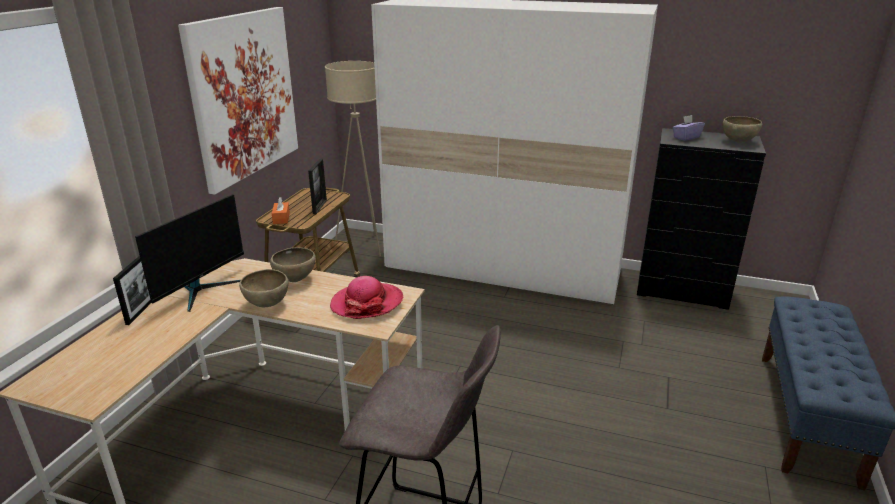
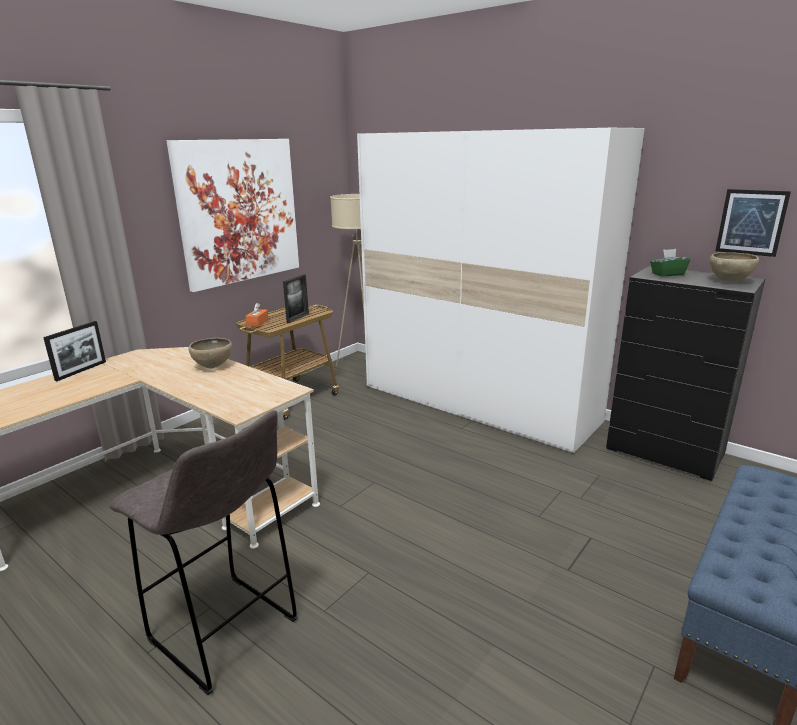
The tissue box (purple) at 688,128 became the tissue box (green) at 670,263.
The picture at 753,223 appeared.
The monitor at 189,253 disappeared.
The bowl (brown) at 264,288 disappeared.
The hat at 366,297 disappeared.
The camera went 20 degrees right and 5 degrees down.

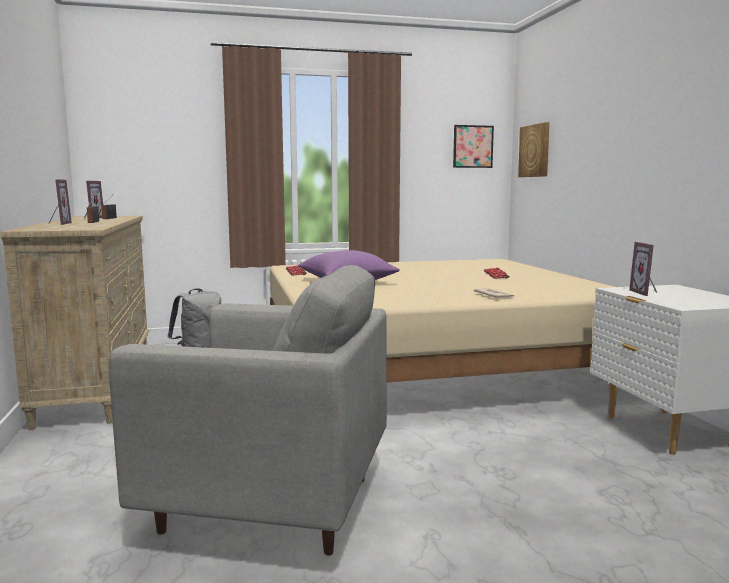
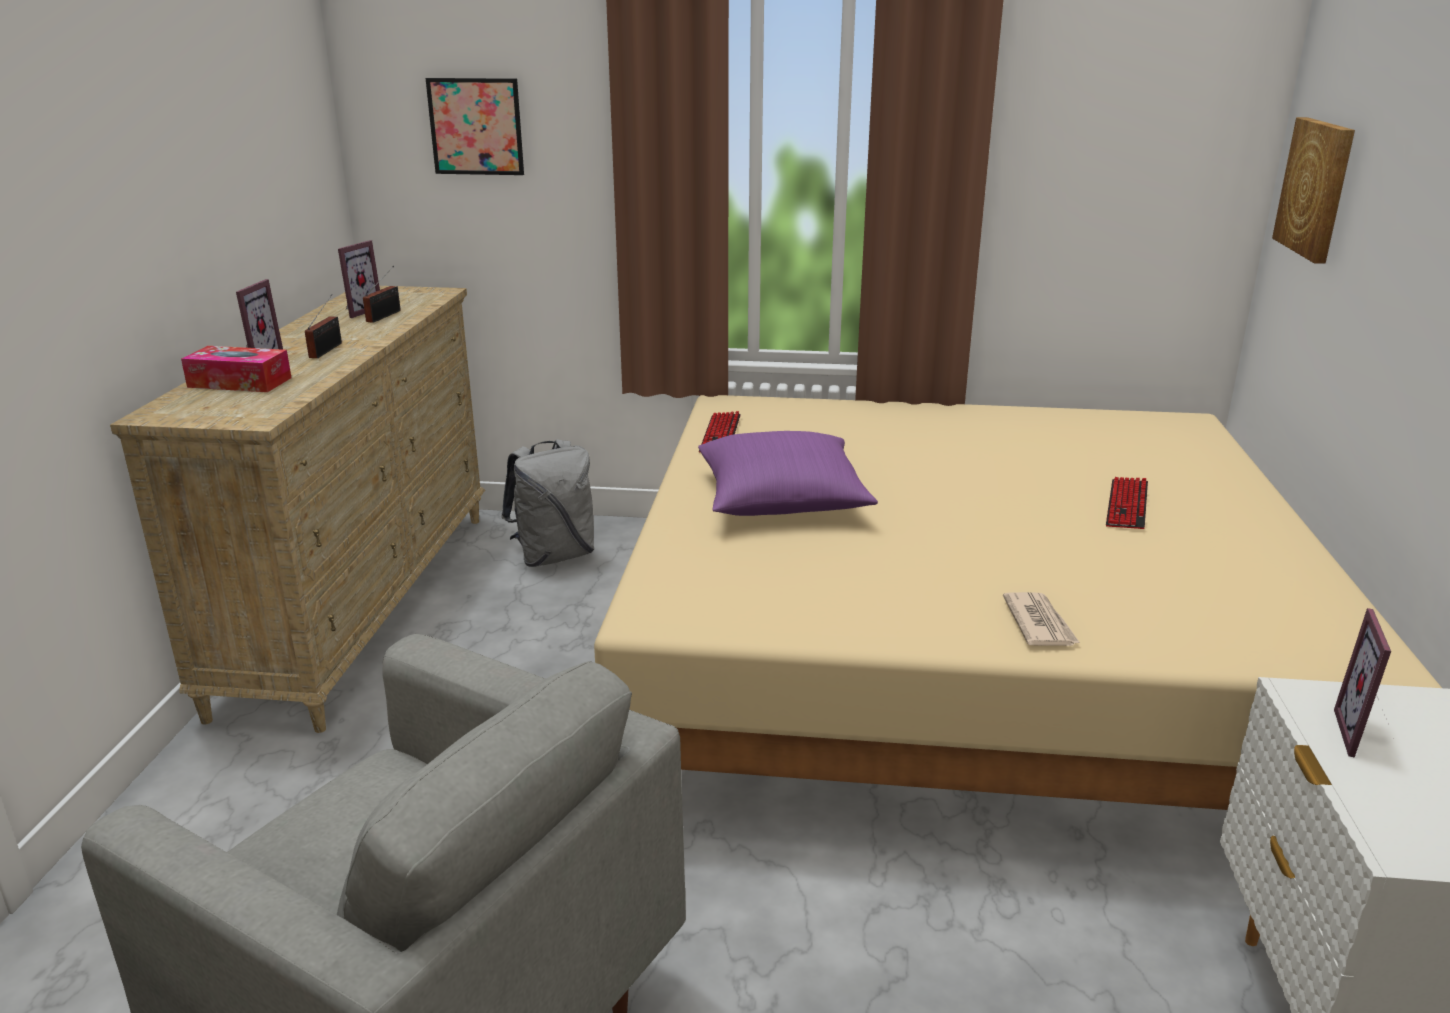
The tissue box at 236,369 appeared.
The picture moved from 473,146 to 474,126.
The camera went 20 degrees right and 15 degrees up.

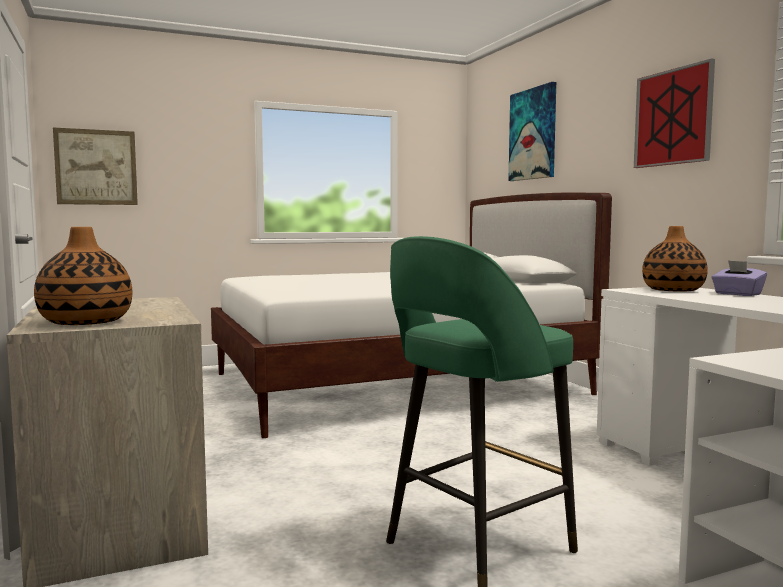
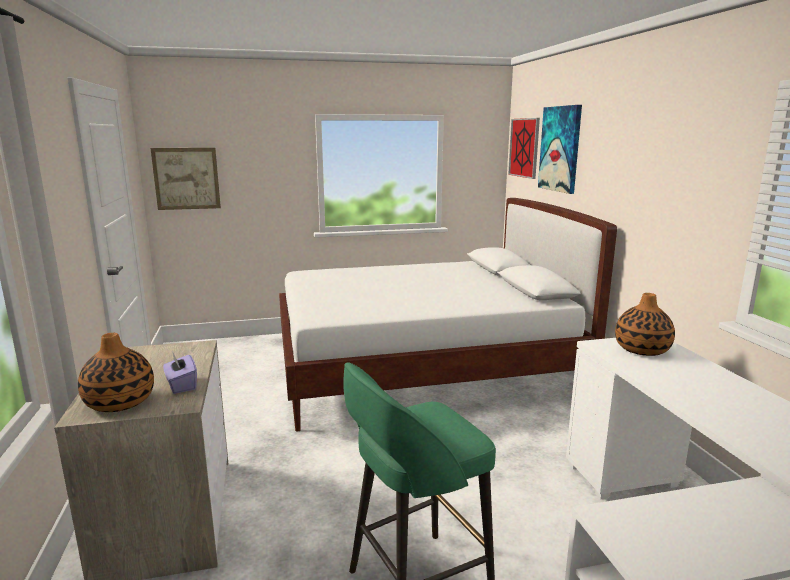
The tissue box (purple) moved from 739,278 to 180,373.
The picture moved from 674,113 to 524,148.
The camera went 10 degrees right and 10 degrees up.

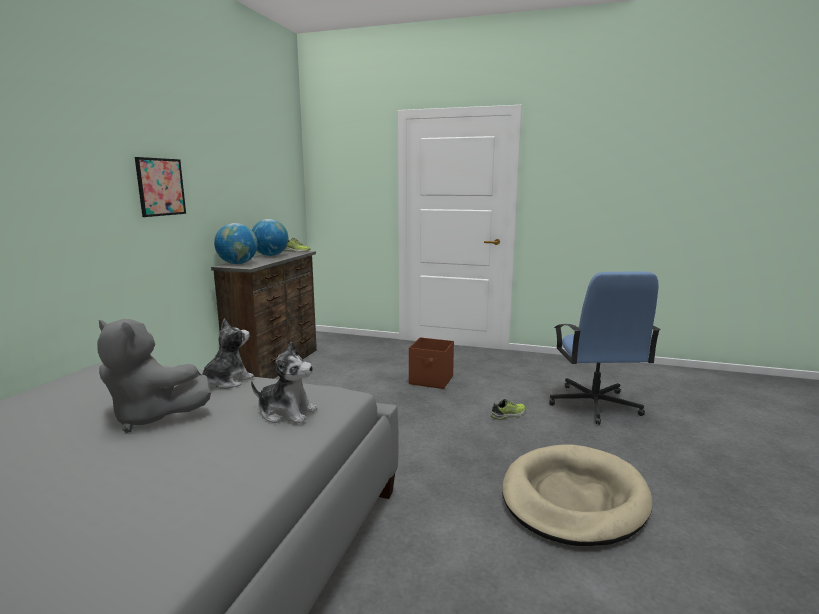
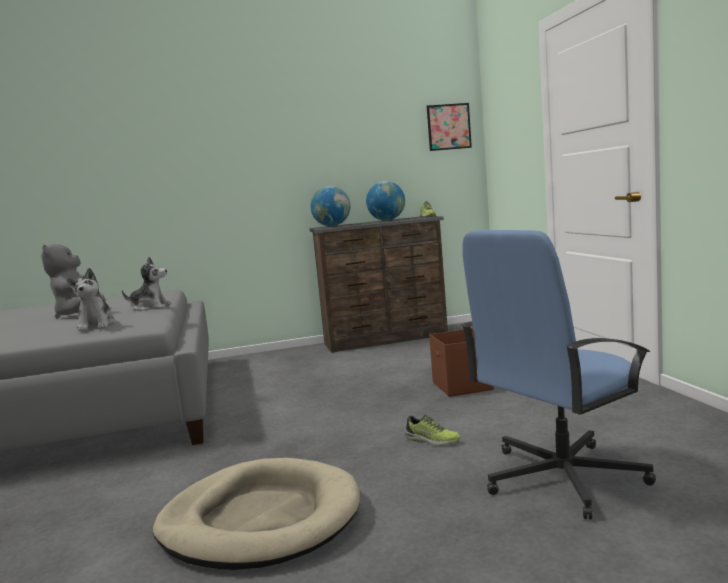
The picture moved from 160,187 to 449,127.
The camera went 60 degrees right and 5 degrees down.

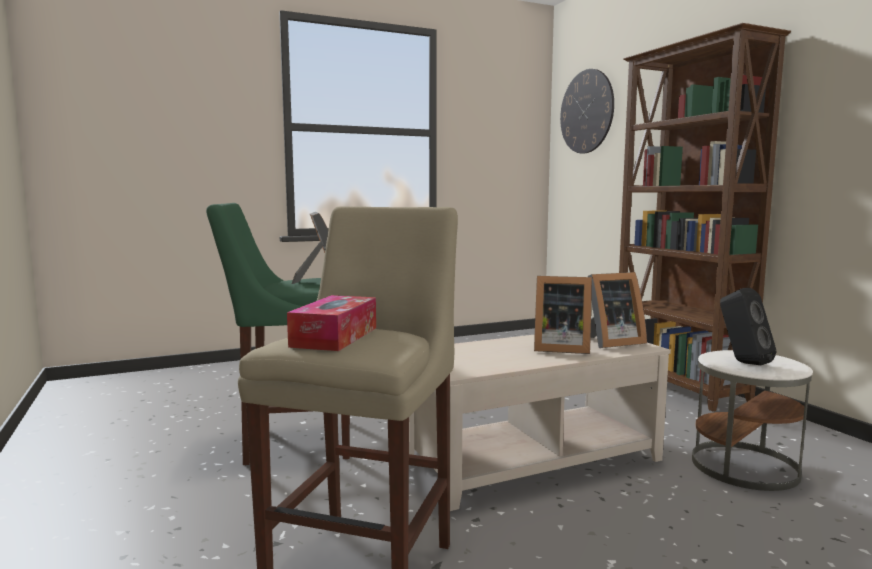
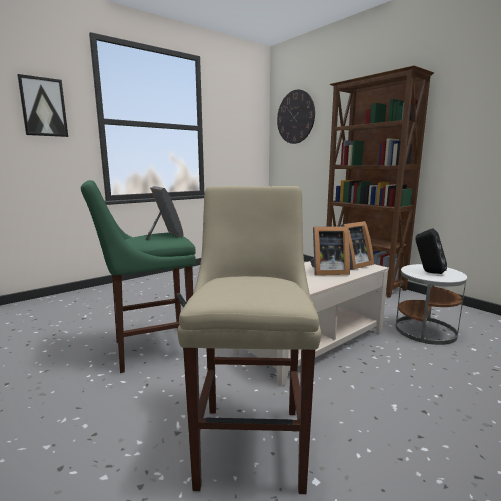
The picture at 42,105 appeared.
The tissue box at 331,323 disappeared.
The camera went 15 degrees left and 5 degrees up.

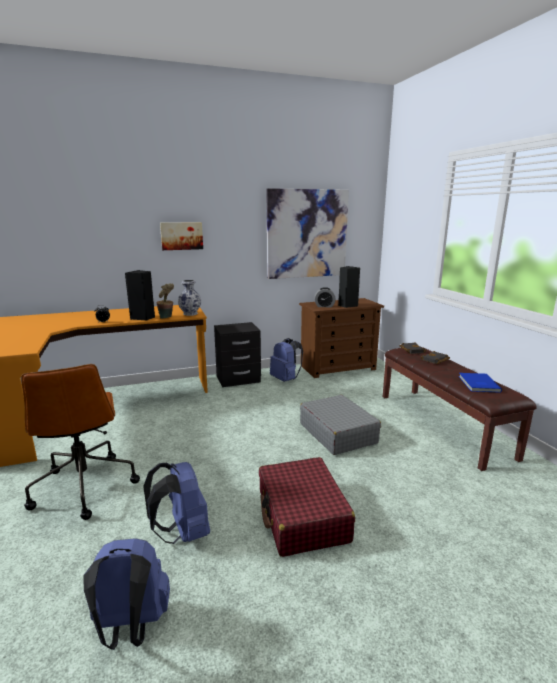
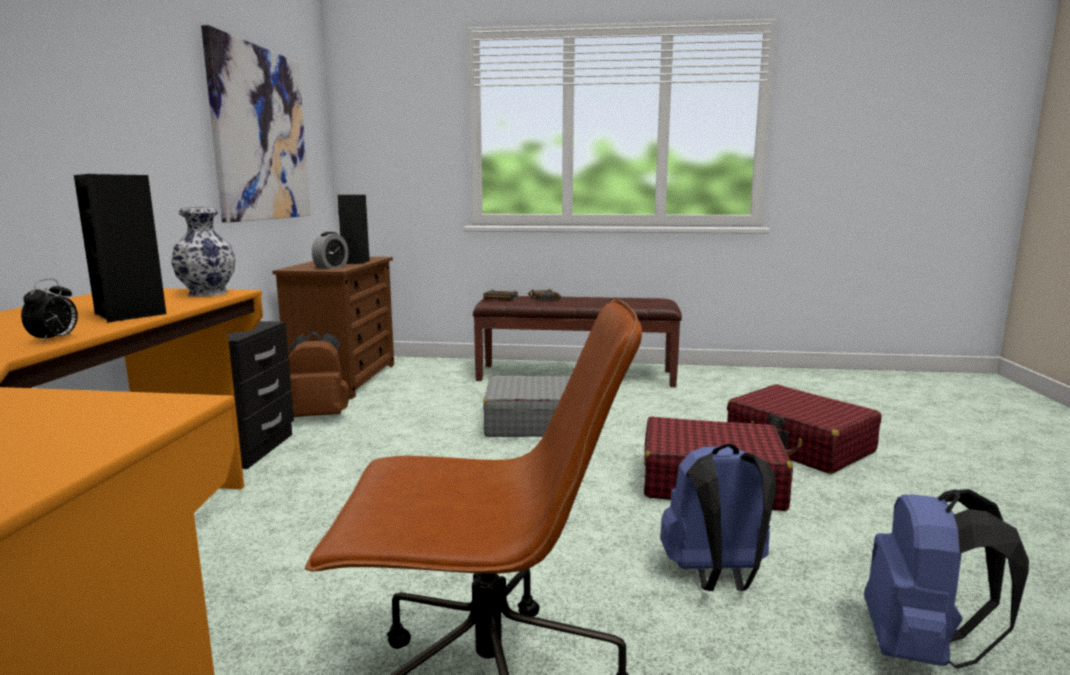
The backpack (blue) at 286,360 became the backpack (brown) at 319,374.
The suitcase (red) at 804,429 appeared.
The potted plant at 165,301 disappeared.
The picture at 181,236 disappeared.
The book (blue) at 480,383 disappeared.
The camera went 65 degrees left and 5 degrees down.

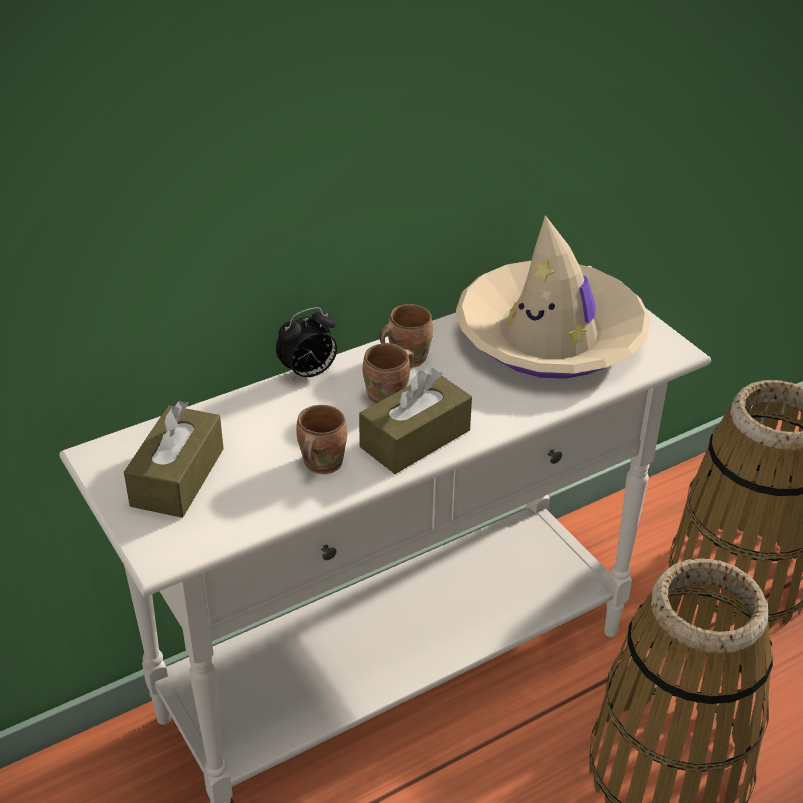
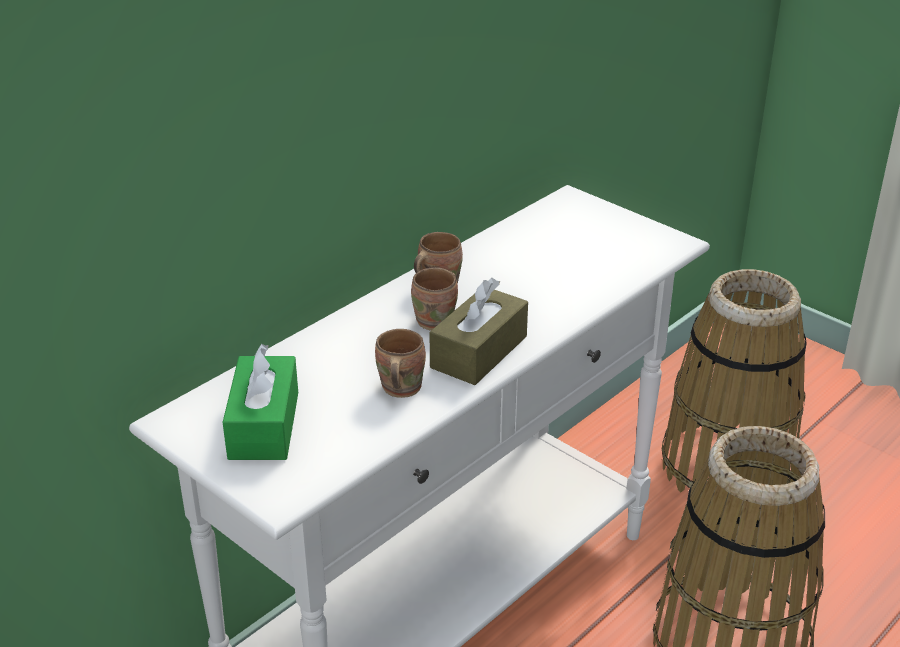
The tissue box (brown) at 174,459 became the tissue box (green) at 260,402.
The alarm clock at 306,344 disappeared.
The hat (beige) at 553,297 disappeared.
The camera went 15 degrees left and 5 degrees down.

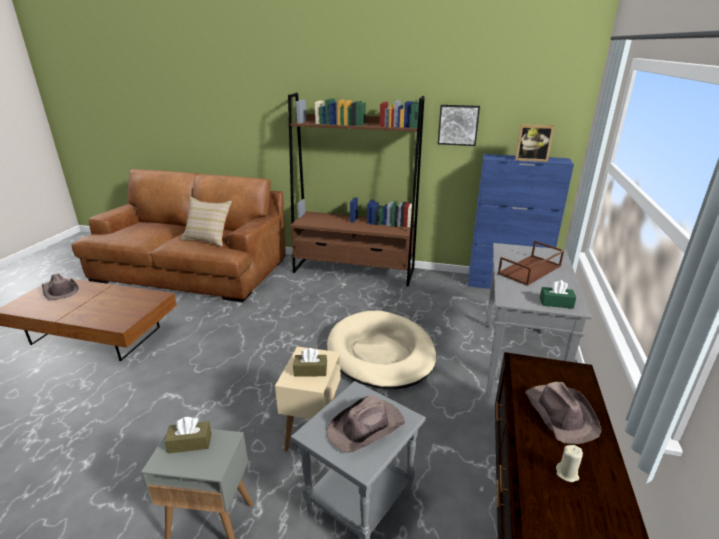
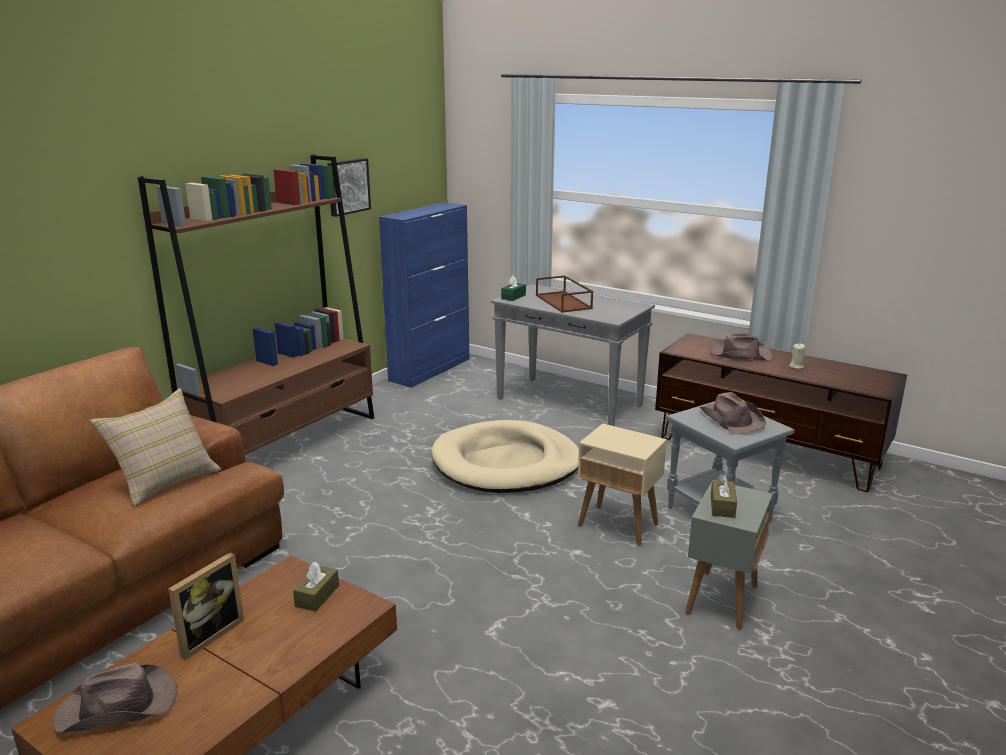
The picture frame moved from 534,143 to 206,606.
The tissue box (brown) moved from 310,362 to 316,587.
The tissue box (green) moved from 558,294 to 513,288.
The camera went 70 degrees left and 5 degrees down.

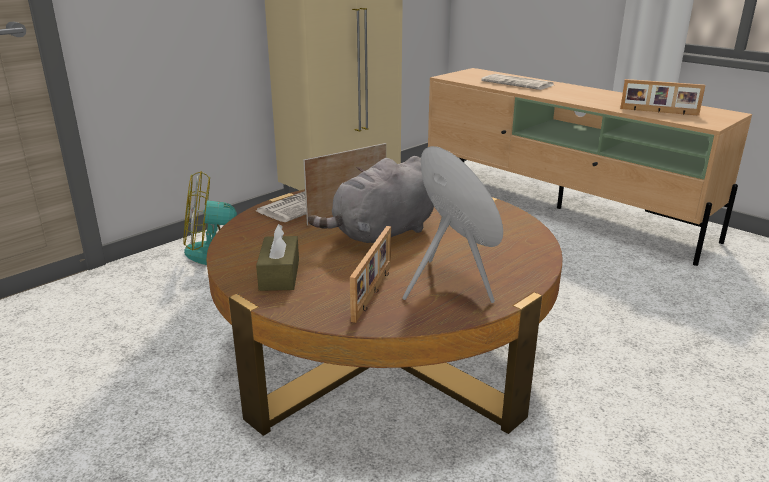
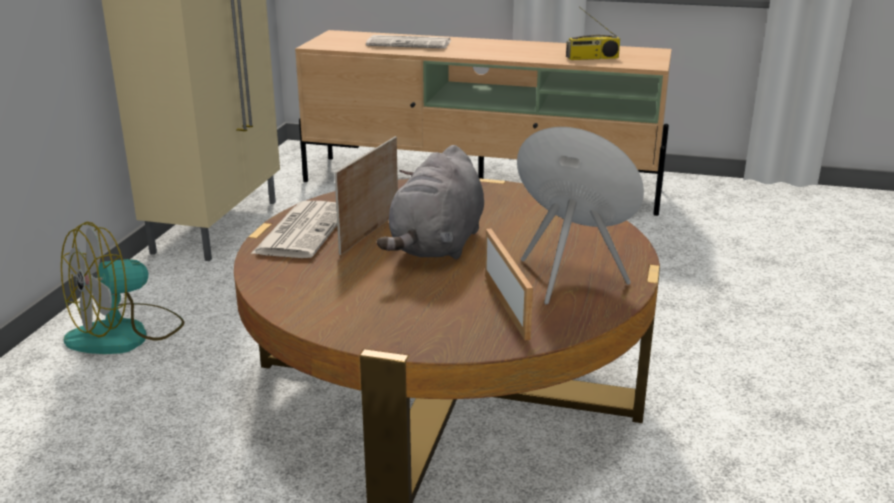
The picture frame at 662,97 was replaced by the radio at 593,33.
The tissue box (brown) at 277,257 disappeared.
The camera went 30 degrees left and 0 degrees up.

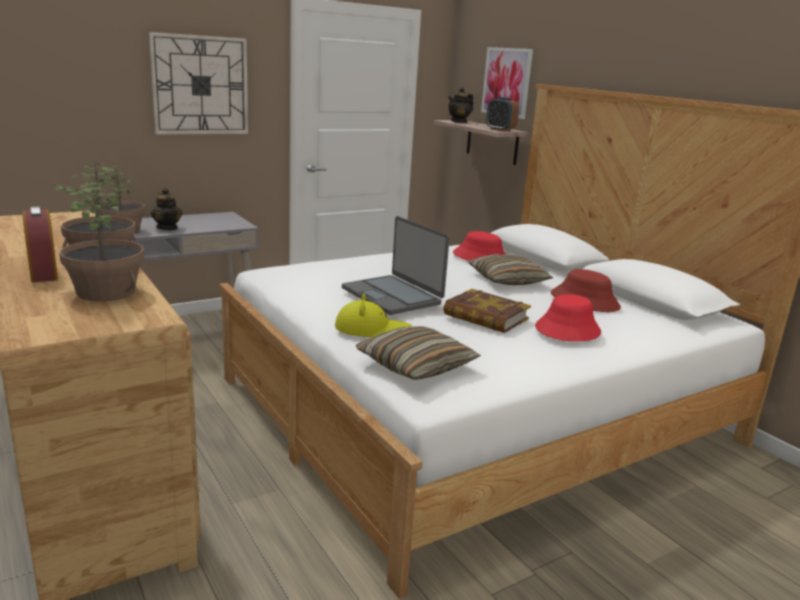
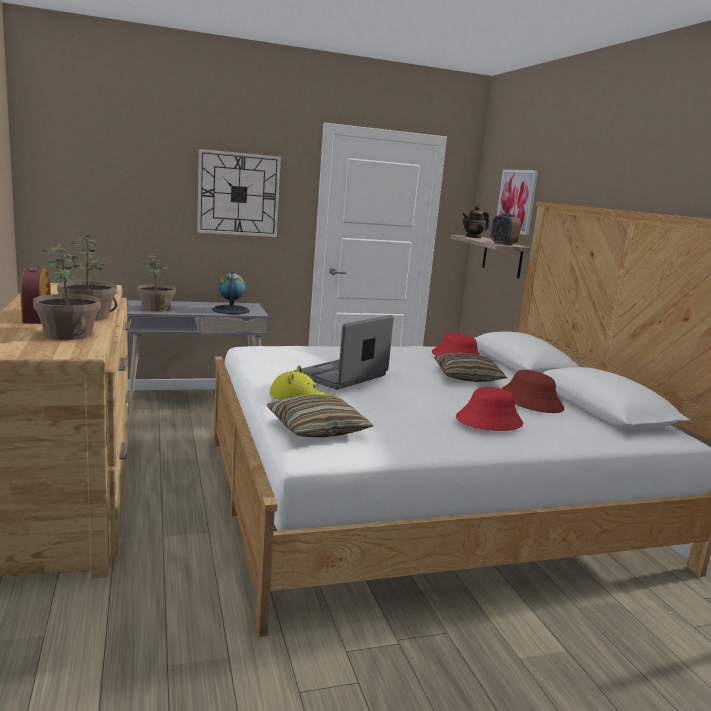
The globe at 231,293 appeared.
The laptop at 396,265 turned 60 degrees clockwise.
The teapot at 166,209 disappeared.
The book at 487,311 disappeared.
The camera went 15 degrees right and 5 degrees down.

